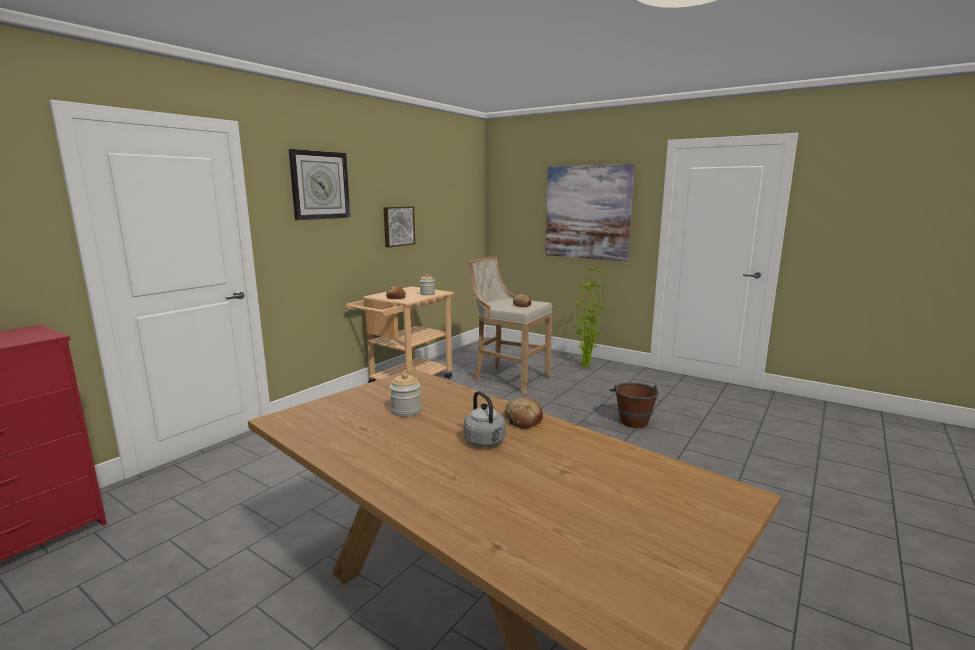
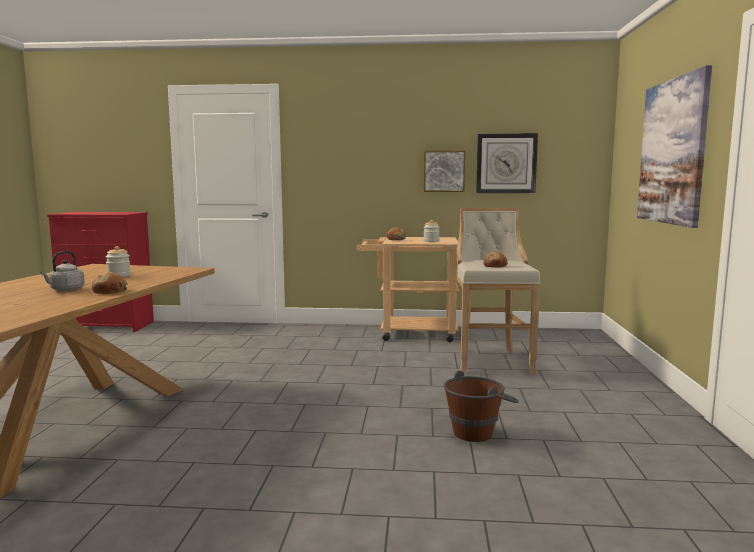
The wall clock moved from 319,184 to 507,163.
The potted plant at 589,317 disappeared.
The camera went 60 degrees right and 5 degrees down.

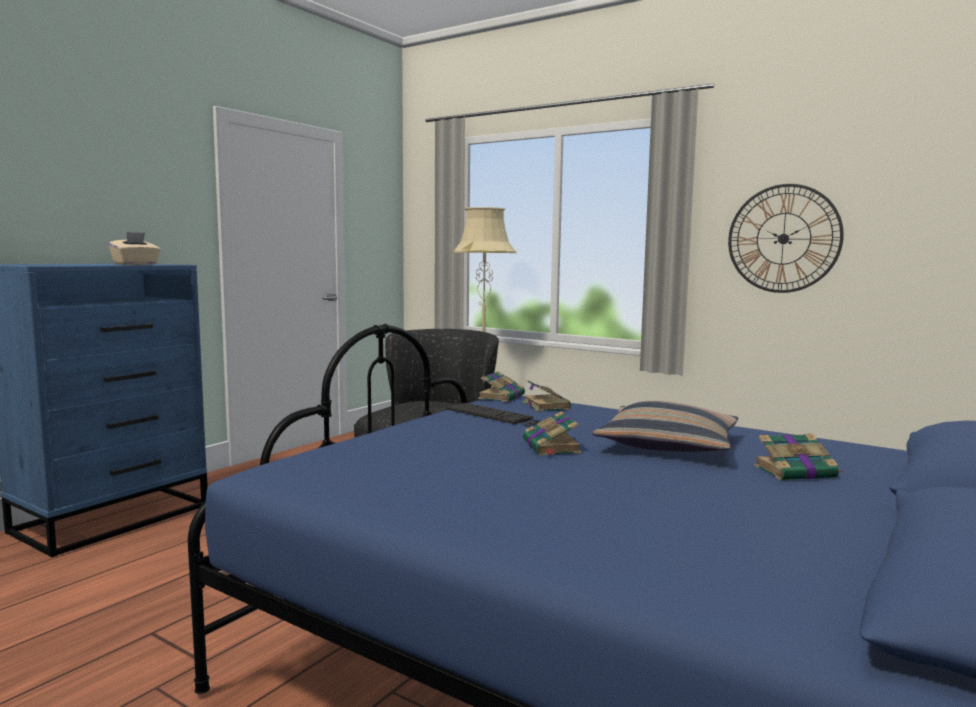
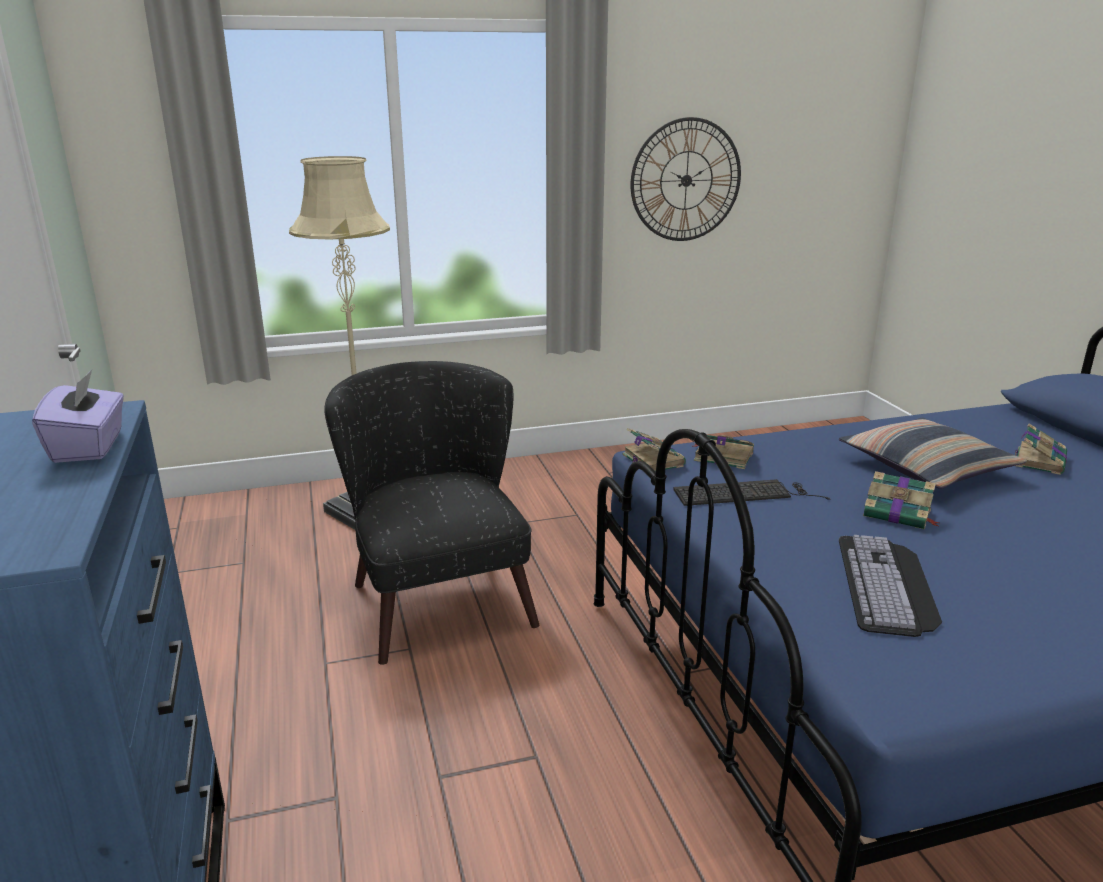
The tissue box (beige) at 134,248 became the tissue box (purple) at 78,416.
The keyboard at 890,586 appeared.
The camera went 50 degrees left and 15 degrees up.

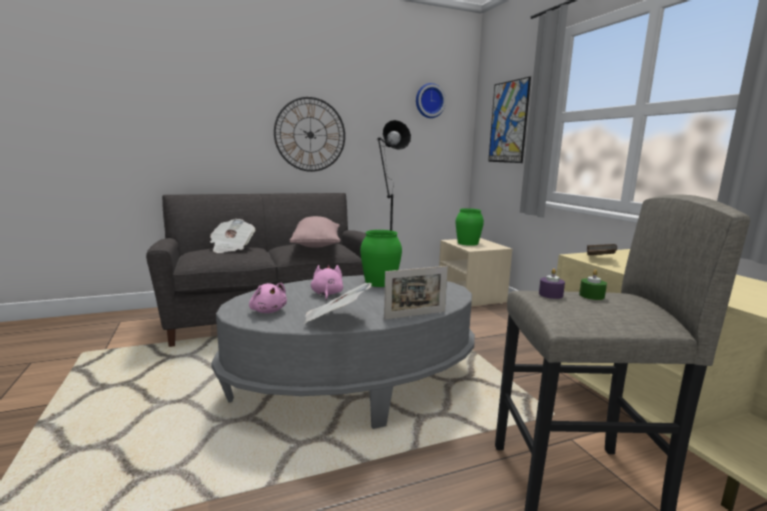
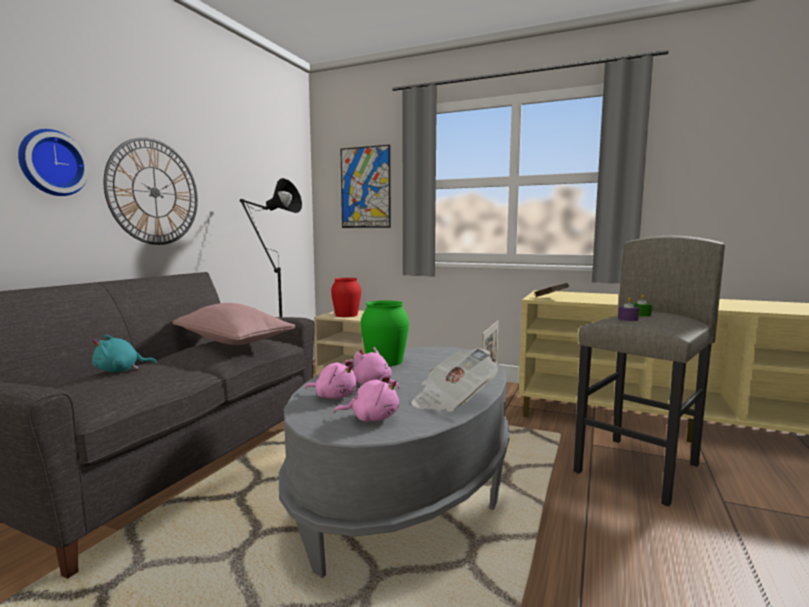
The wall clock moved from 431,100 to 53,162.
The newspaper at 232,236 was replaced by the plush toy (turquoise) at 124,353.
The plush toy (pink) at 331,379 appeared.
The vase (green) at 470,227 became the vase (red) at 346,297.
The camera went 45 degrees left and 5 degrees down.

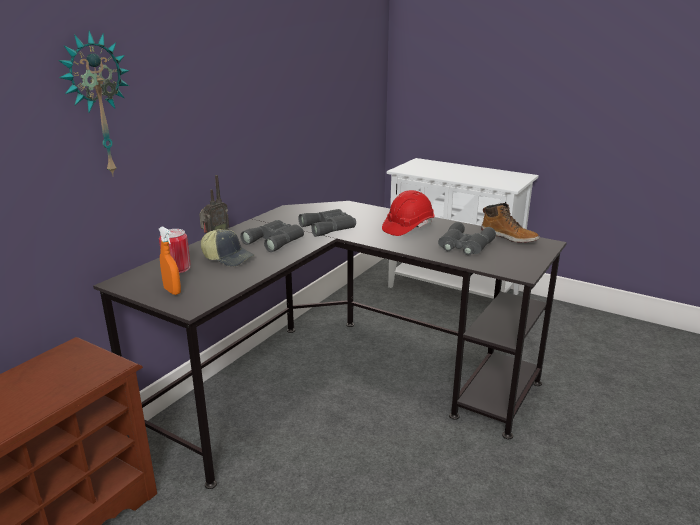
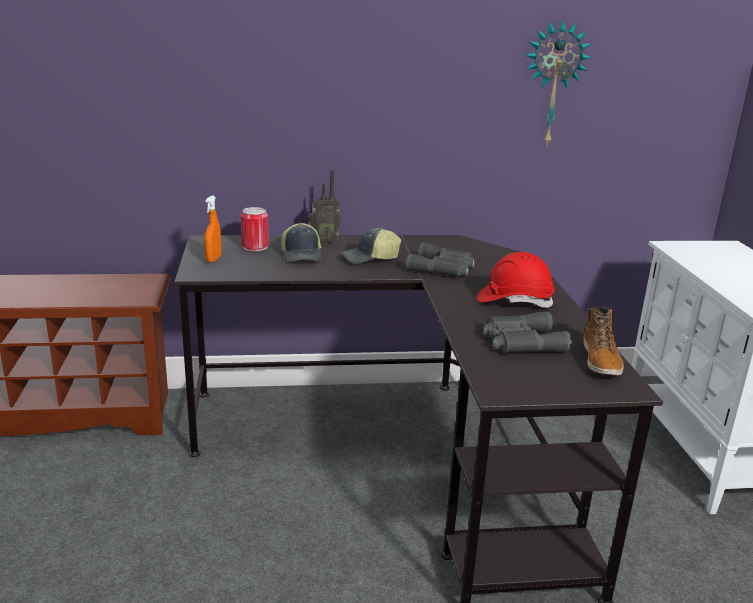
The binoculars (grey) at 272,236 was replaced by the cap at 371,246.
The wall clock moved from 93,103 to 558,83.
The camera went 50 degrees right and 0 degrees up.

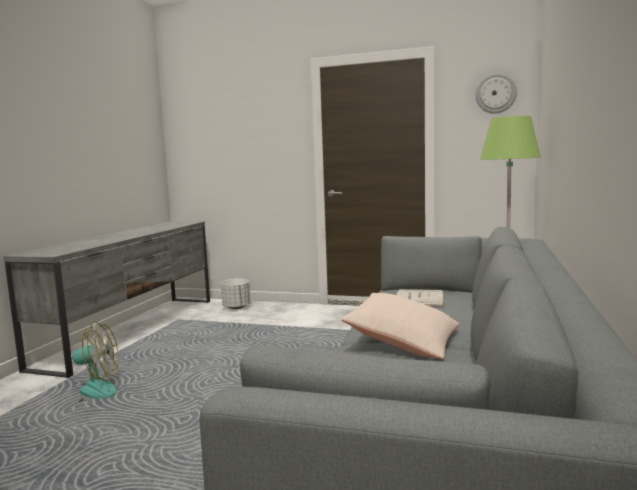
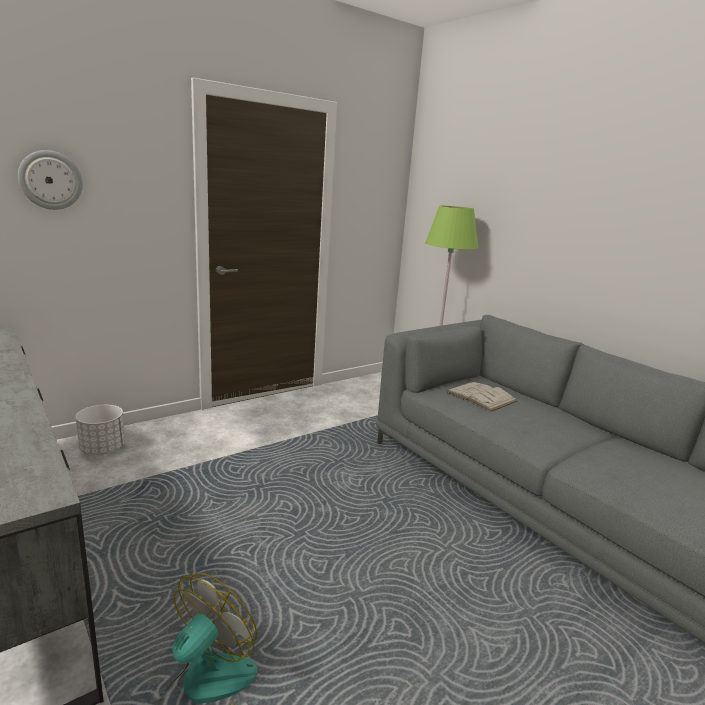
The wall clock moved from 496,93 to 50,180.
The pillow (beige) at 400,326 disappeared.
The camera went 55 degrees left and 10 degrees up.

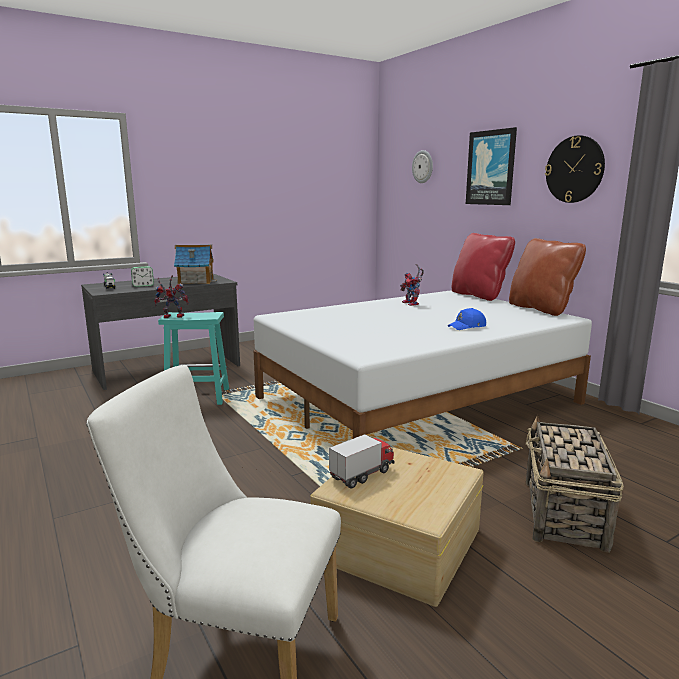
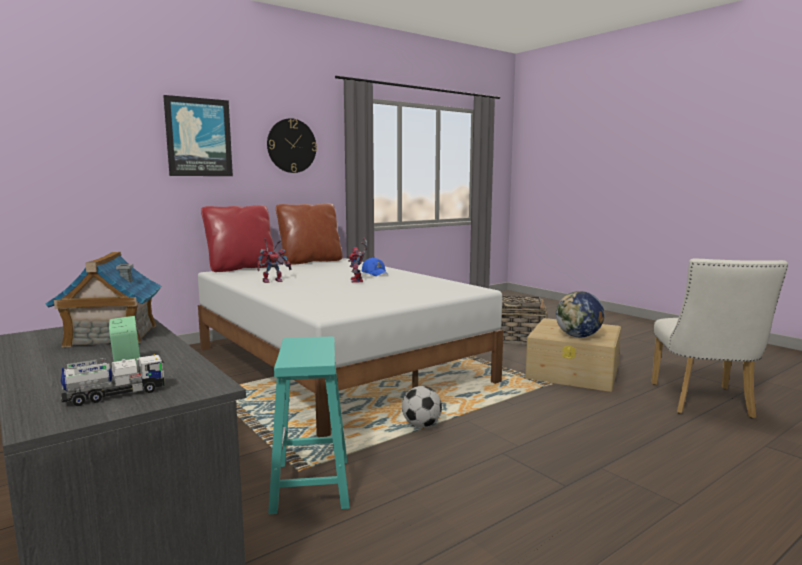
The toy robot moved from 171,296 to 357,260.
The football at 422,407 appeared.
The toy truck at 362,461 was replaced by the globe at 580,314.
The wall clock at 422,166 disappeared.
The camera went 95 degrees left and 5 degrees down.

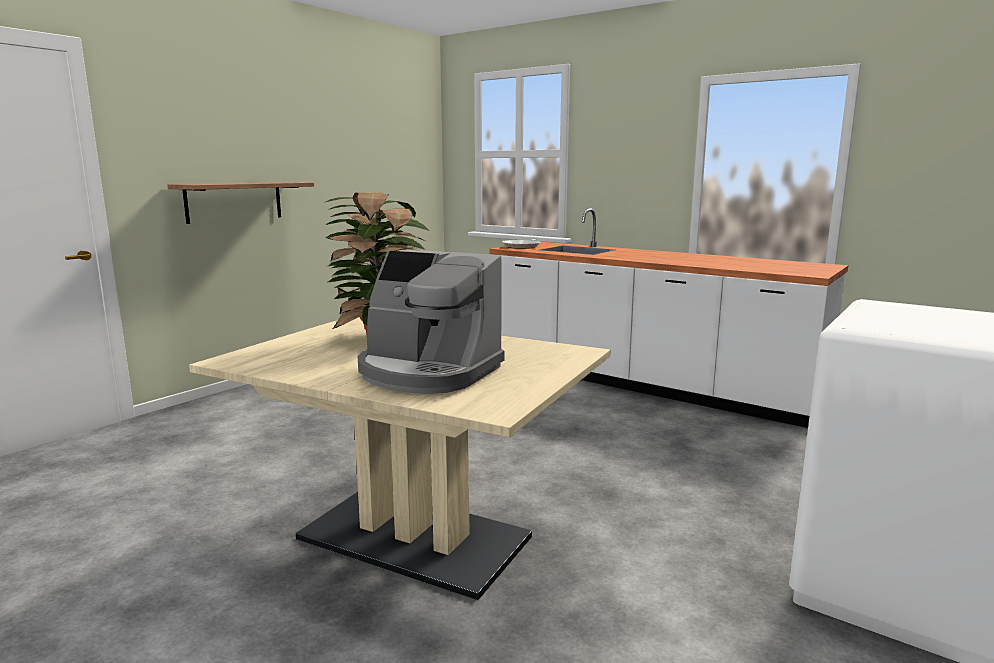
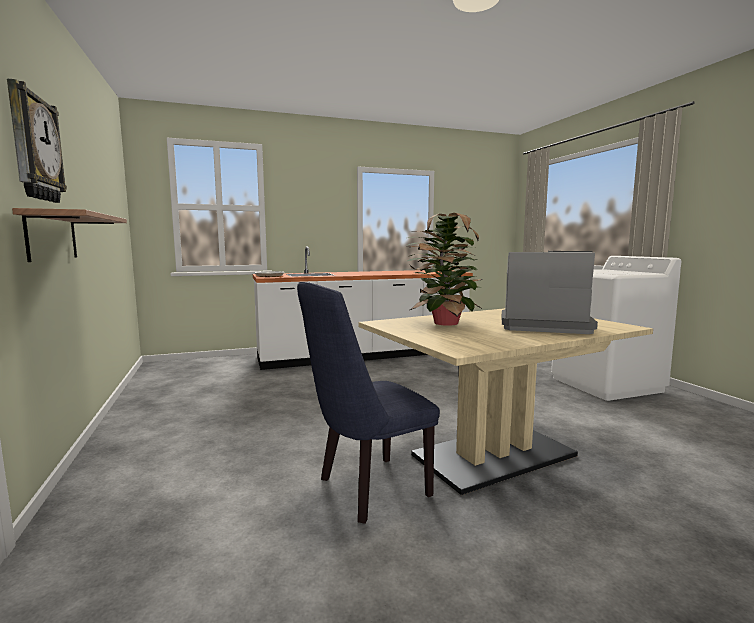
The wall clock at 37,141 appeared.
The chair (blue) at 368,403 appeared.
The coffee machine at 431,321 turned 135 degrees counterclockwise.
The camera went 55 degrees left and 5 degrees down.

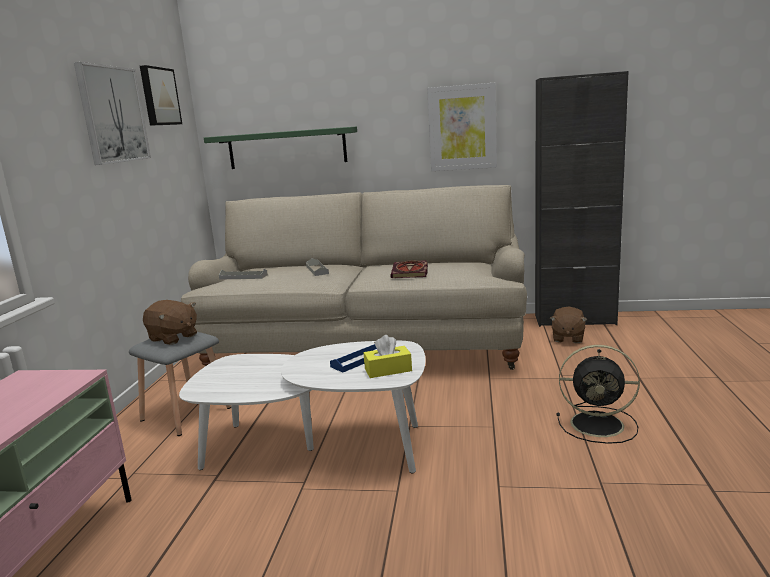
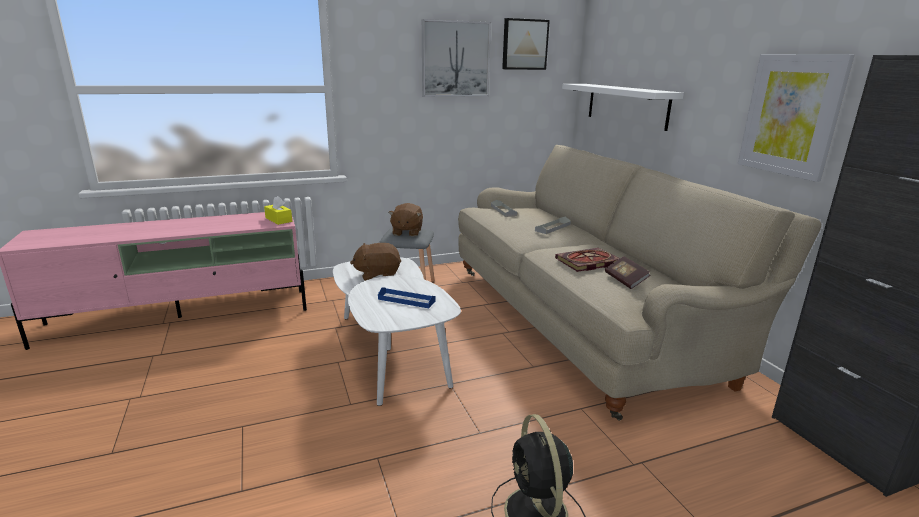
The tissue box (yellow) moved from 388,356 to 278,210.
The plush toy (brown) moved from 568,324 to 375,262.
The shelf (green) at 280,147 became the shelf (white) at 623,107.
The book at 627,272 appeared.
The camera went 60 degrees right and 5 degrees up.

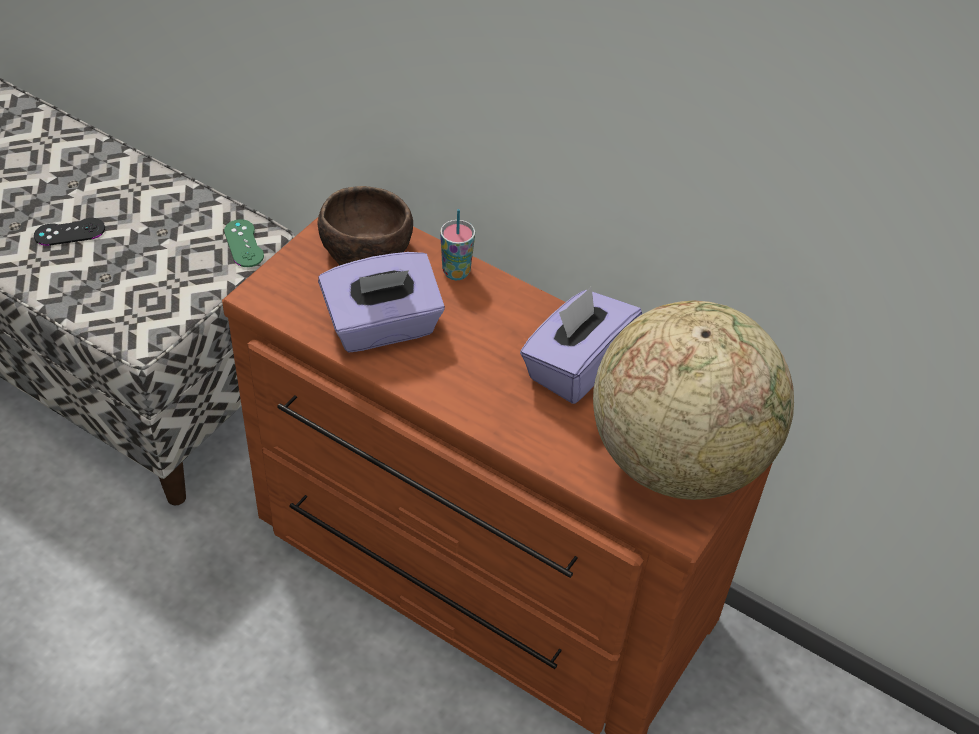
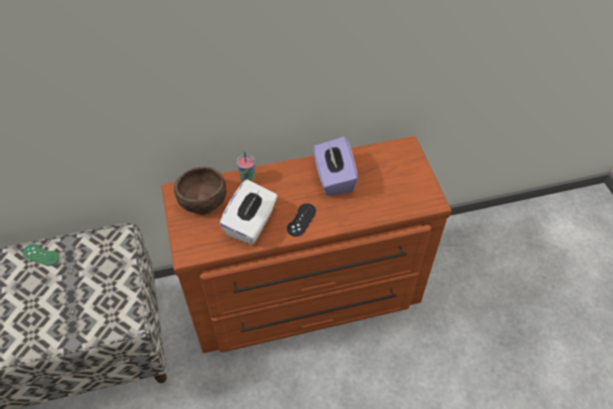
The game controller (green) moved from 244,243 to 41,255.
The tissue box (purple) at 381,302 became the tissue box (white) at 248,212.
The game controller (black) moved from 69,232 to 301,220.
The globe at 693,400 disappeared.
The camera went 45 degrees left and 5 degrees up.

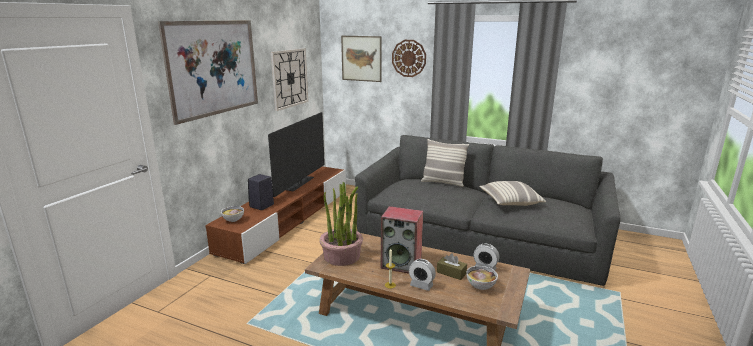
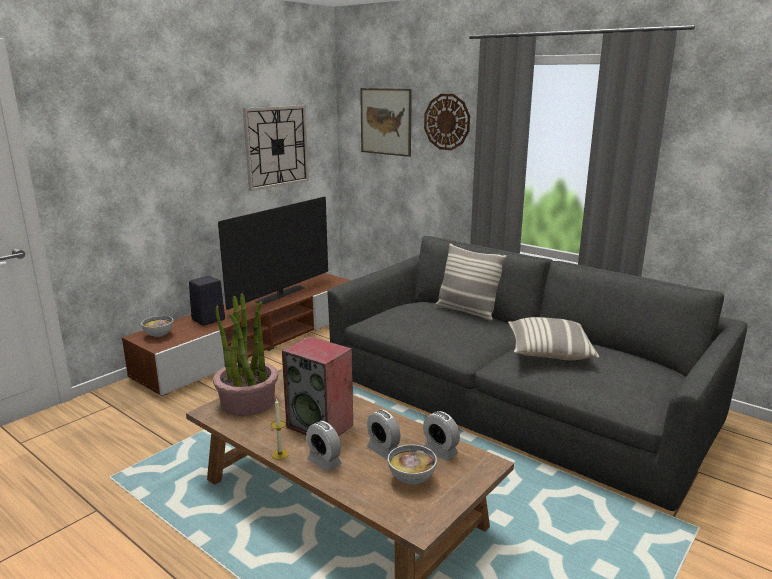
The tissue box (brown) at 452,266 was replaced by the alarm clock at 384,434.
The picture at 208,72 disappeared.
The camera went 15 degrees right and 0 degrees up.

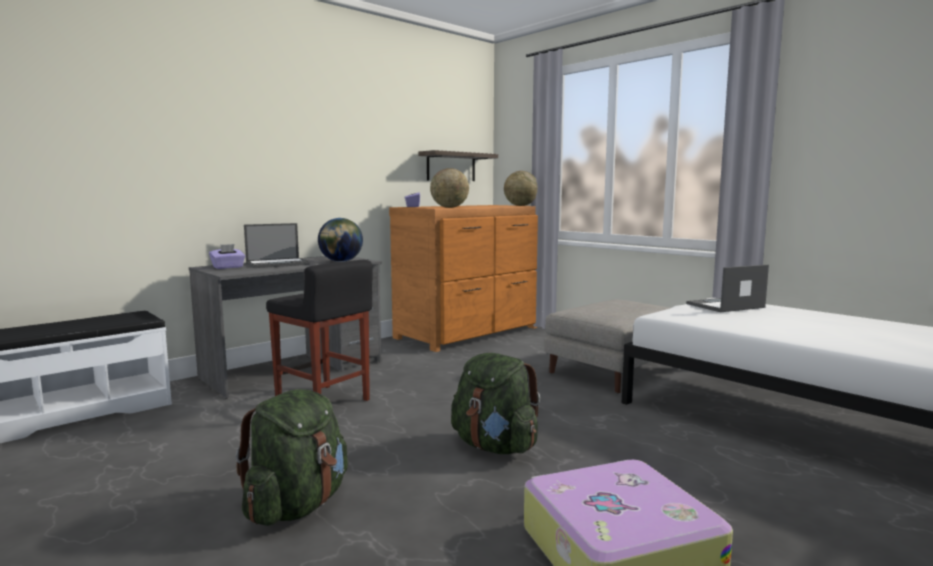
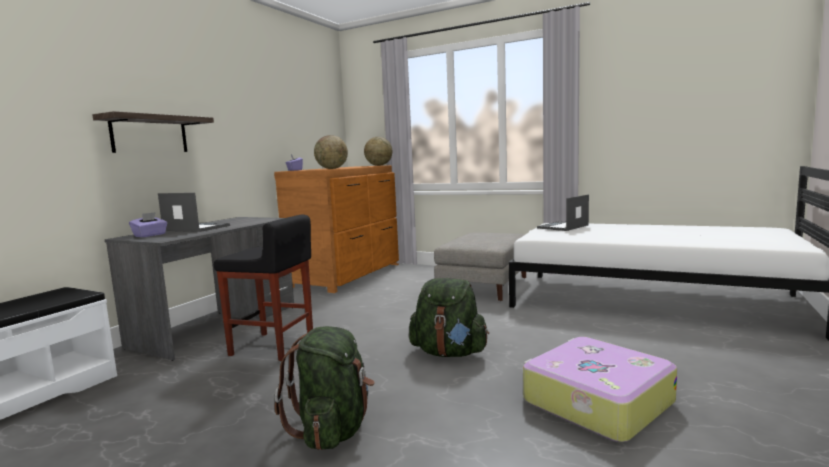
The shelf moved from 458,165 to 153,132.
The laptop at 276,245 turned 105 degrees counterclockwise.
The globe at 340,240 disappeared.
The camera went 20 degrees left and 0 degrees up.

